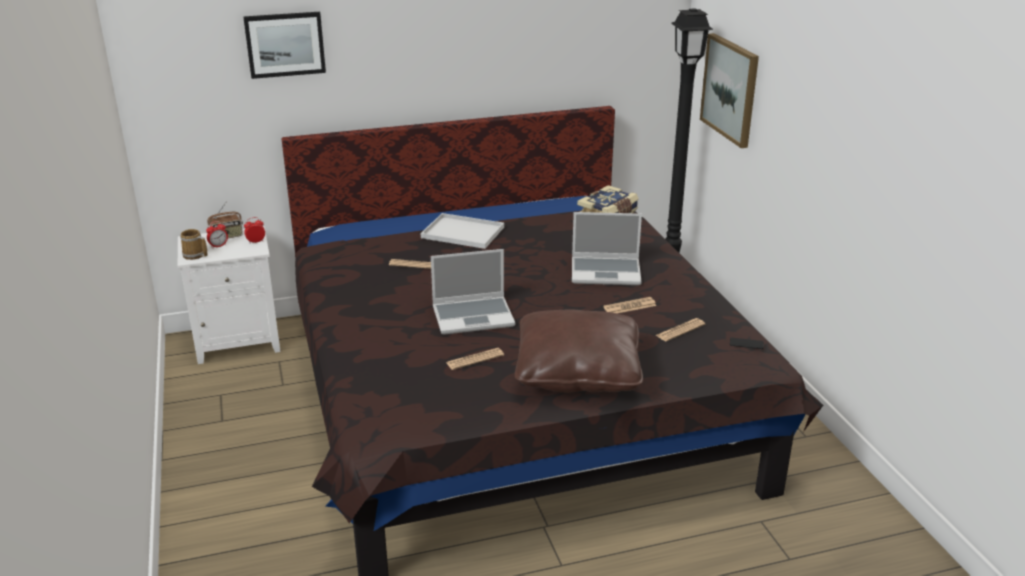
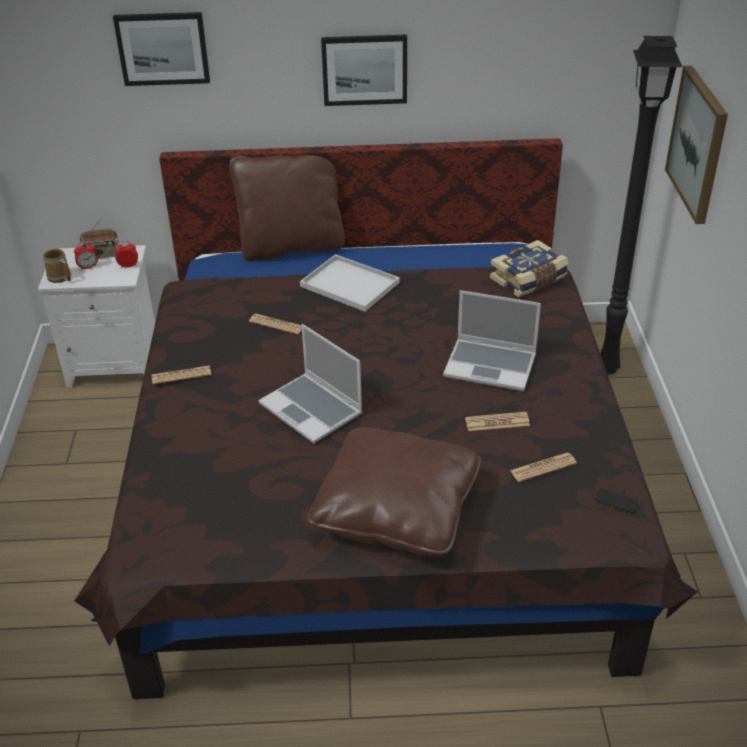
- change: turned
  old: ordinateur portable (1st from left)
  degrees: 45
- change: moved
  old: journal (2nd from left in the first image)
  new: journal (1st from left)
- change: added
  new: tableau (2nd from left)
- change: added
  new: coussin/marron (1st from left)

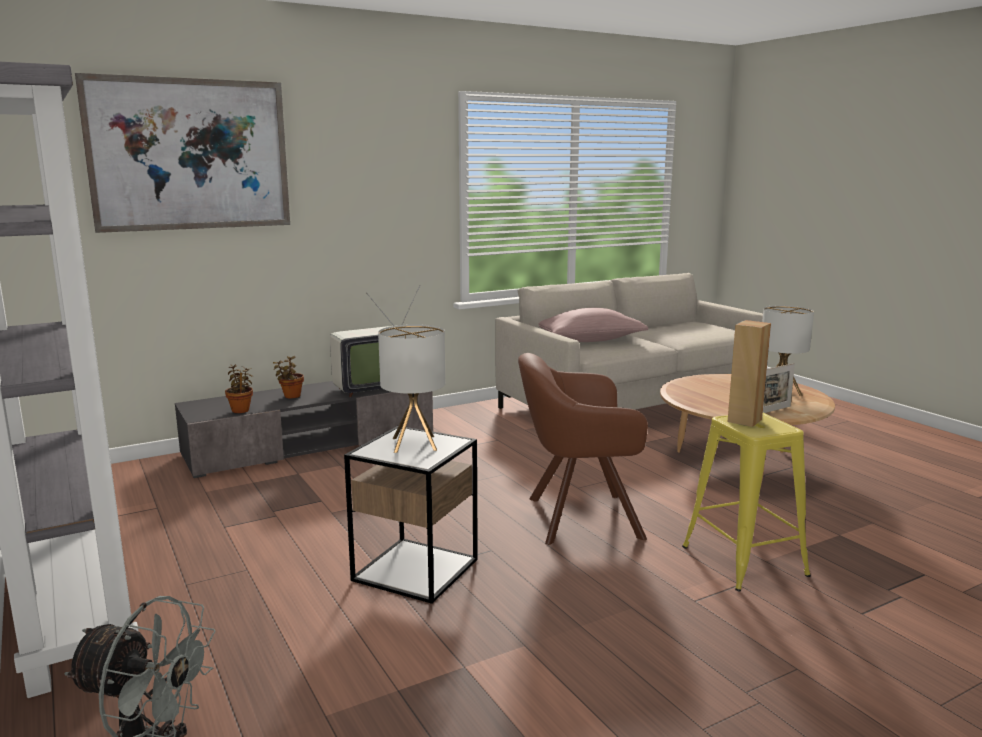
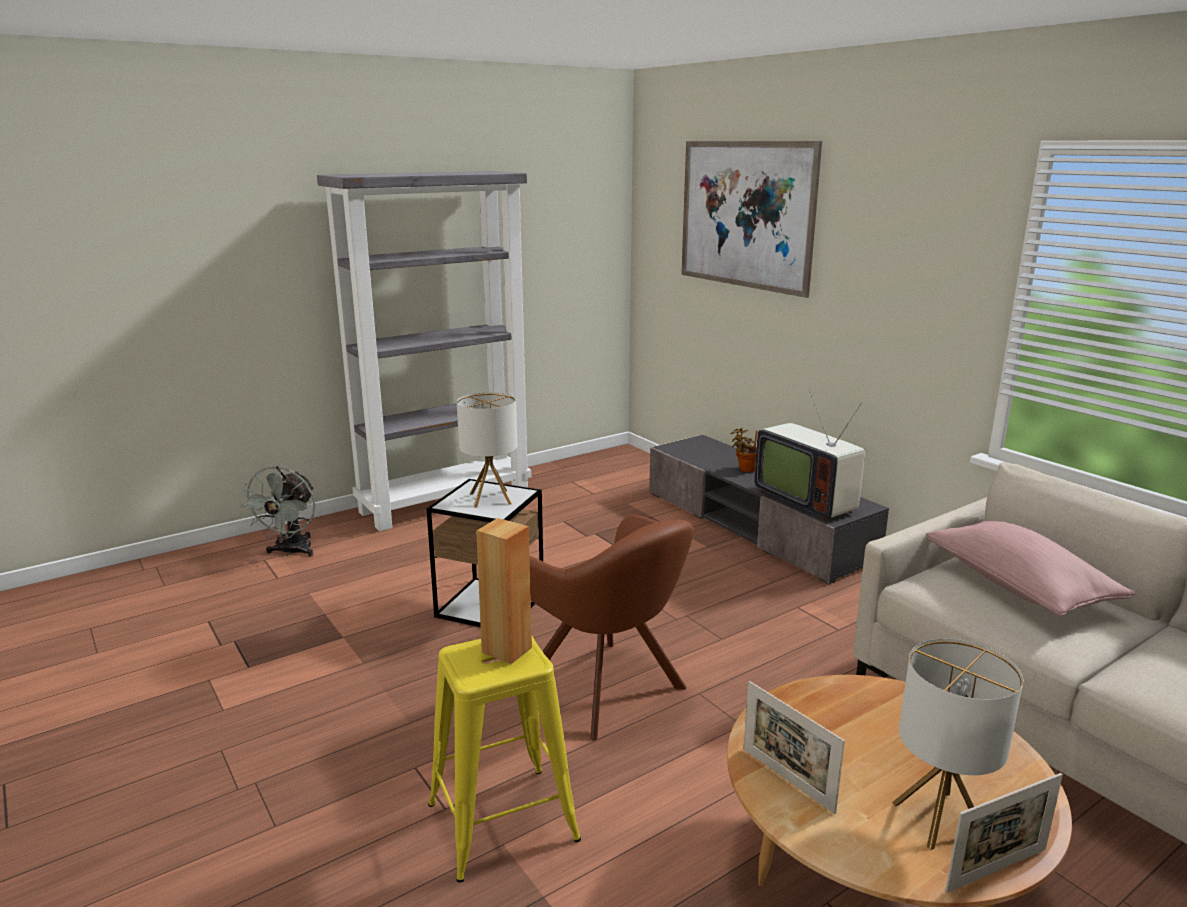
- change: turned
  old: fauteuil/marron
  degrees: 150
- change: removed
  old: plante en pot (1st from left)
- change: added
  new: cadre photo (2nd from left)

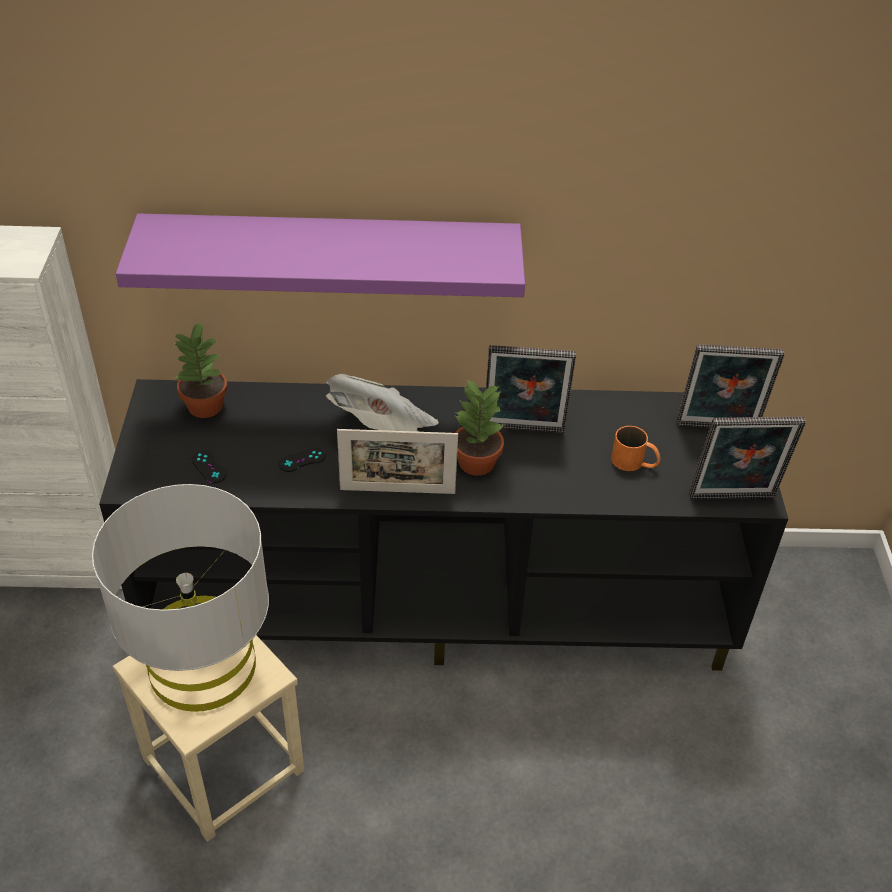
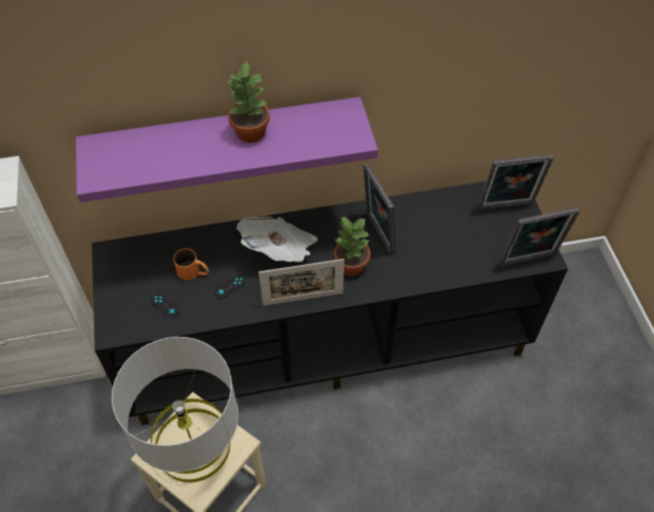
- change: moved
  old: plante en pot (1st from left)
- change: turned
  old: cadre photo (2nd from left)
  degrees: 75
- change: moved
  old: mug/orange

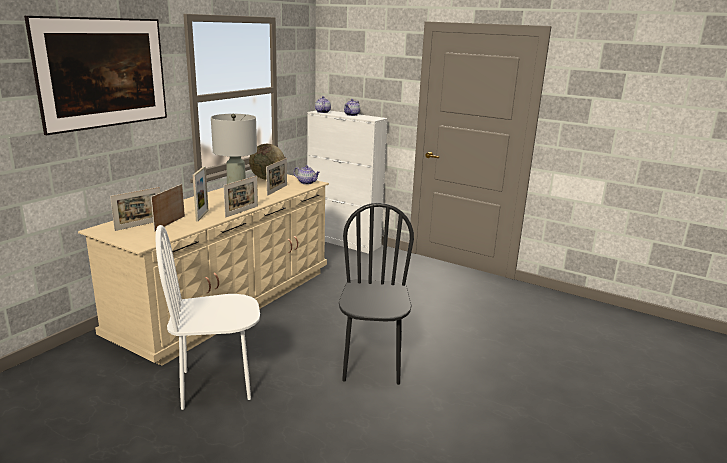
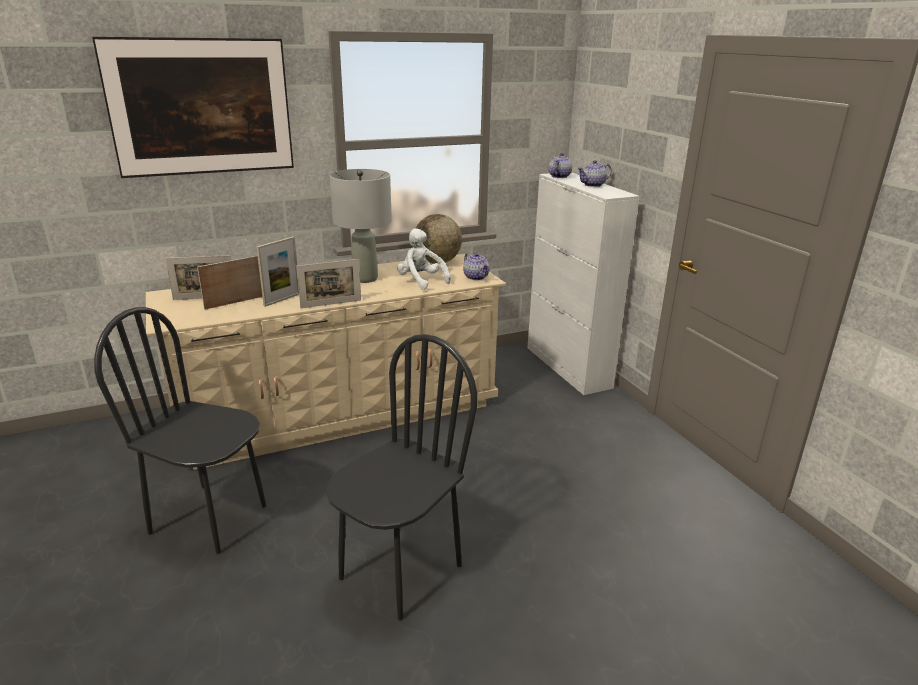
- change: replaced
  old: cadre photo (5th from left)
  new: peluche/blanc
- change: recoloured
  old: chaise/blanc
  new: chaise/noir (1st from left)

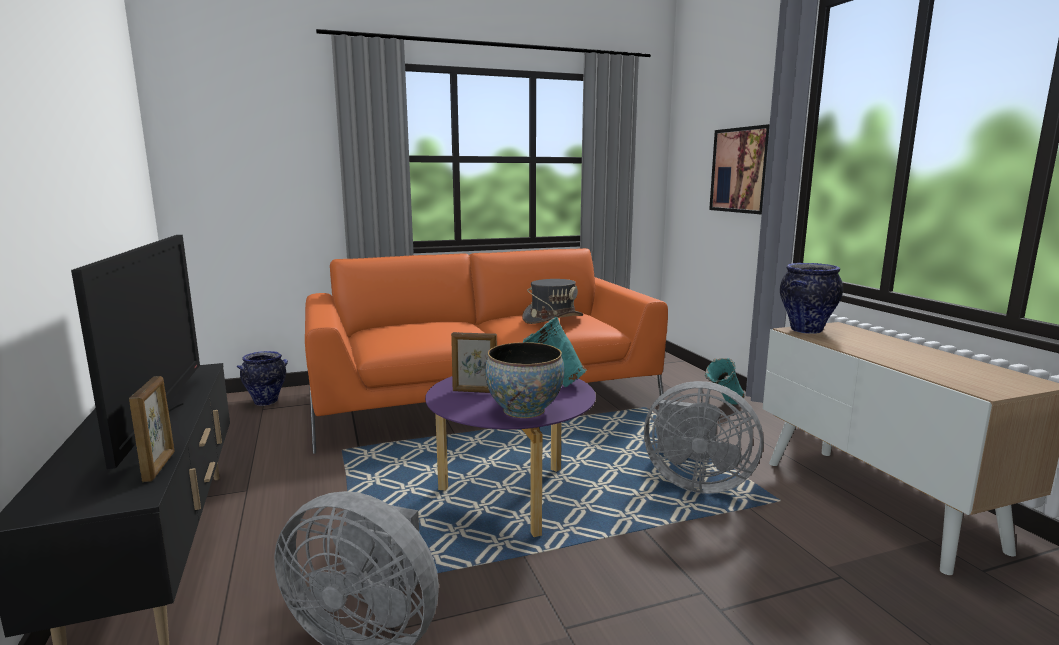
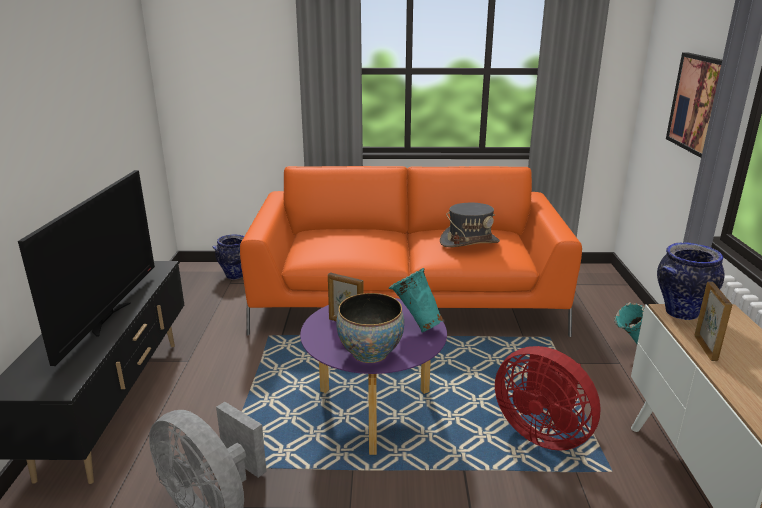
- change: moved
  old: cadre photo (1st from left in the first image)
  new: cadre photo (2nd from left)
- change: recoloured
  old: ventilateur/gris (2nd from left)
  new: ventilateur/rouge

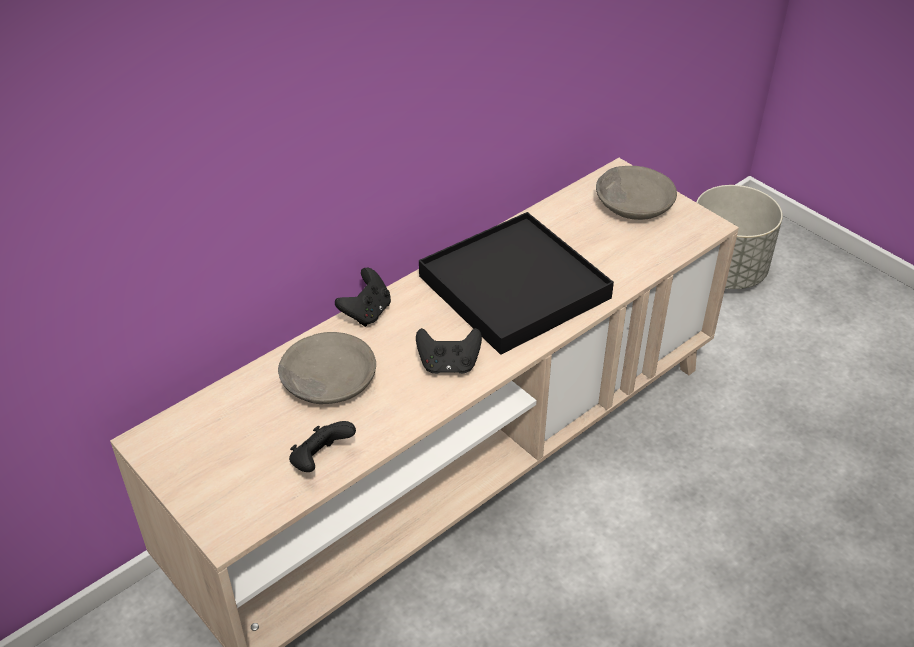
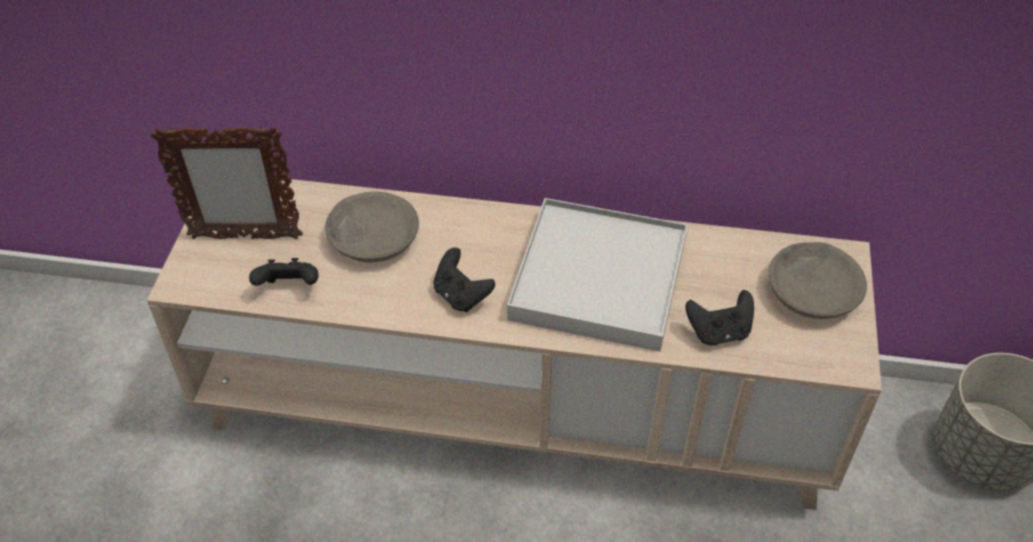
- change: recoloured
  old: plateau/noir
  new: plateau/blanc
- change: moved
  old: manette/noir (2nd from left in the first image)
  new: manette/noir (3rd from left)
- change: added
  new: cadre photo

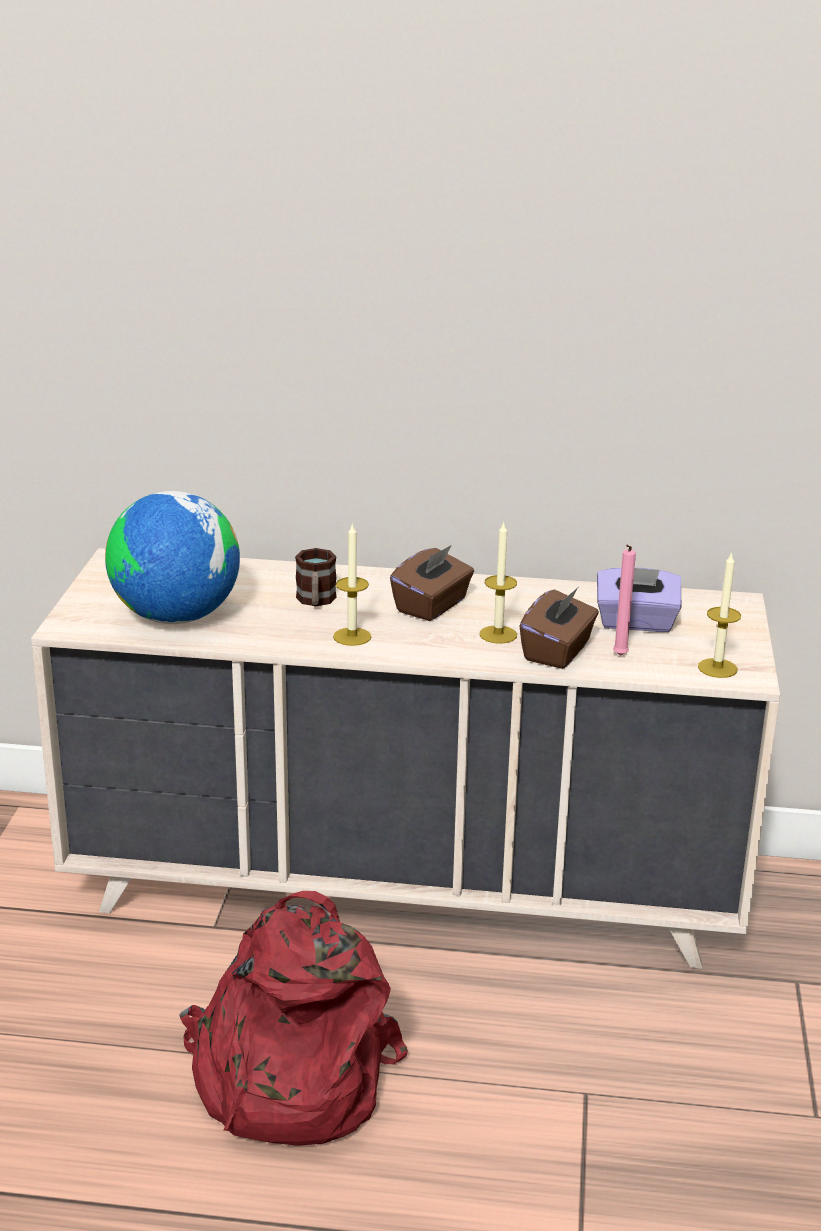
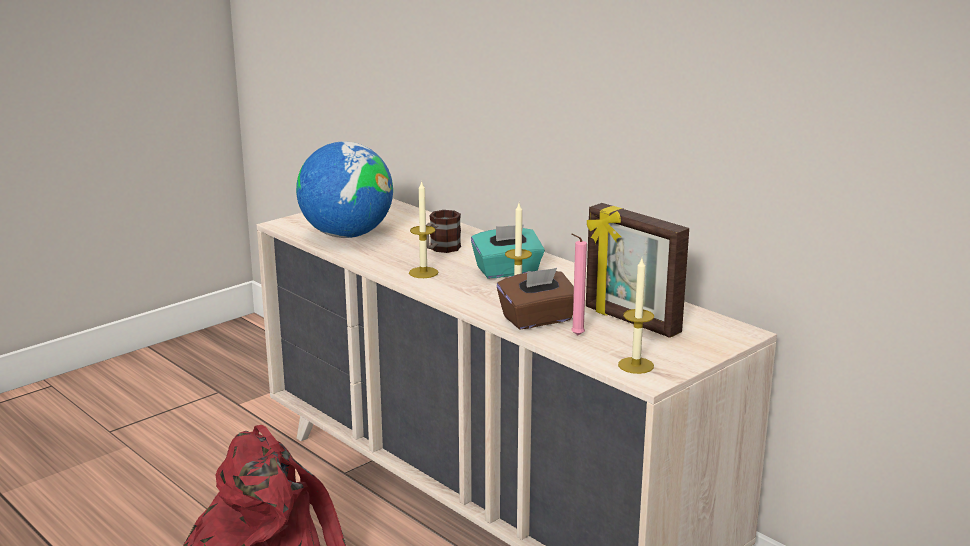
- change: recoloured
  old: boîte à mouchoirs/marron (1st from left)
  new: boîte à mouchoirs/turquoise
- change: replaced
  old: boîte à mouchoirs/violet
  new: cadre photo

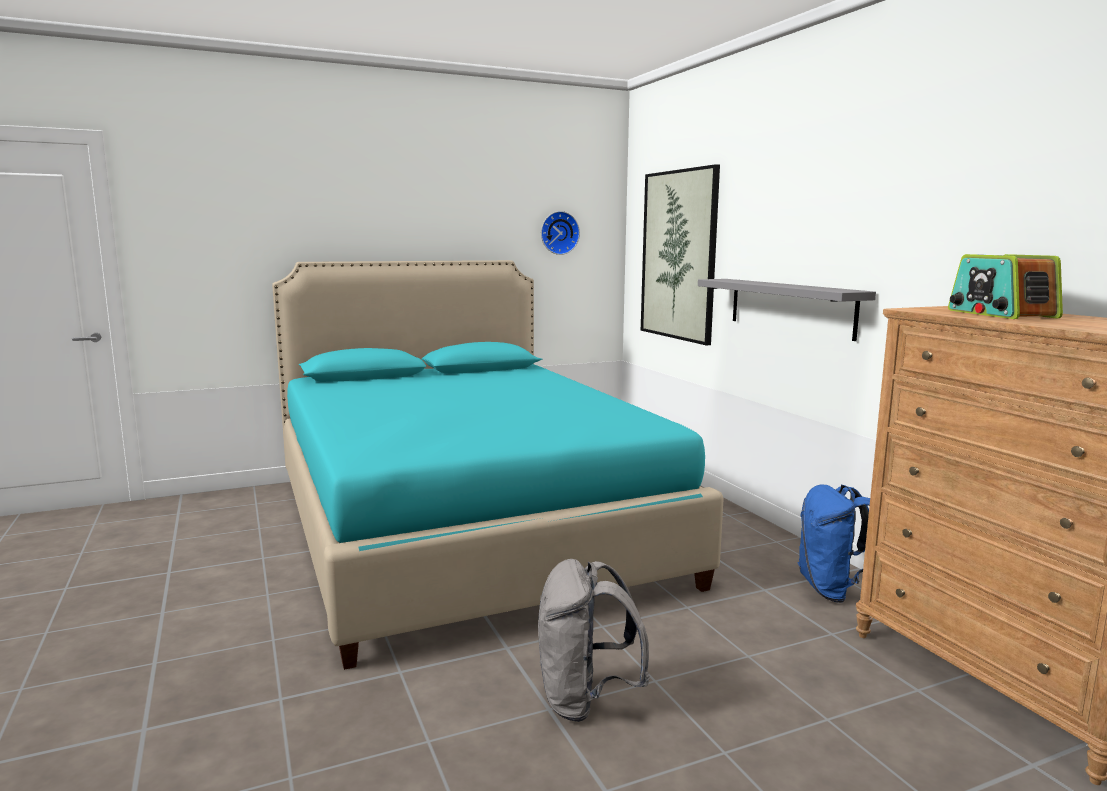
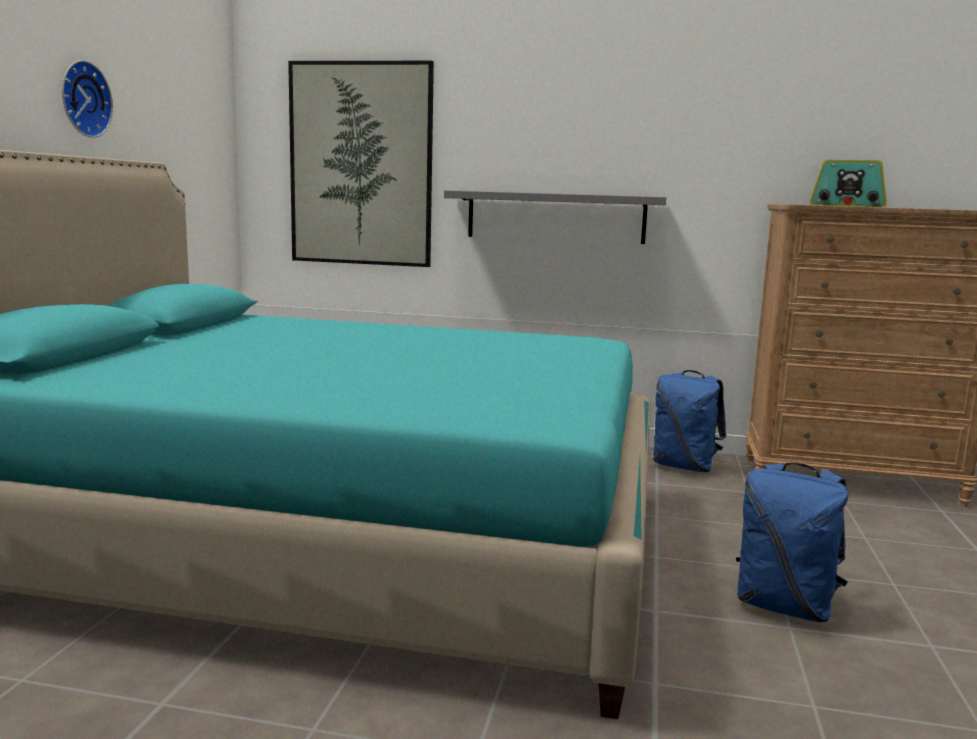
- change: moved
  old: horloge murale
- change: recoloured
  old: sac à dos/gris
  new: sac à dos/bleu (2nd from left)

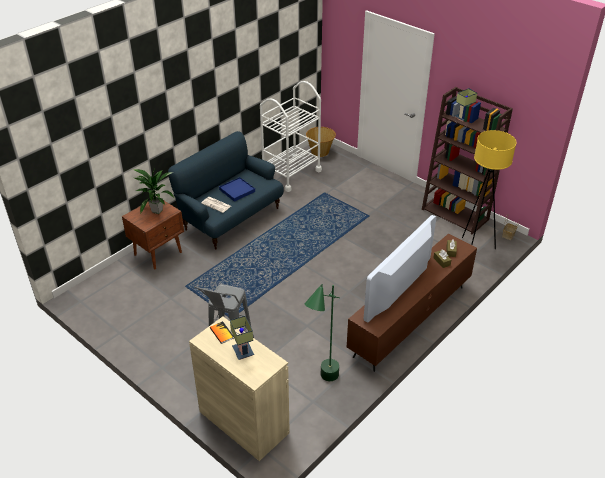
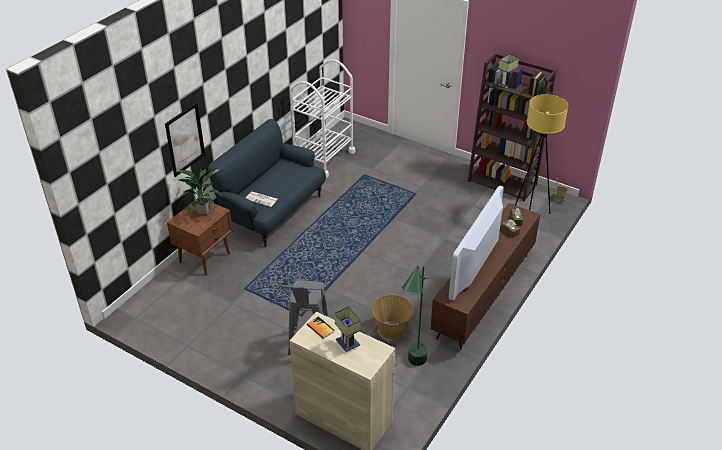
- change: moved
  old: panier (1st from left)
- change: removed
  old: plateau/bleu
- change: added
  new: tableau

